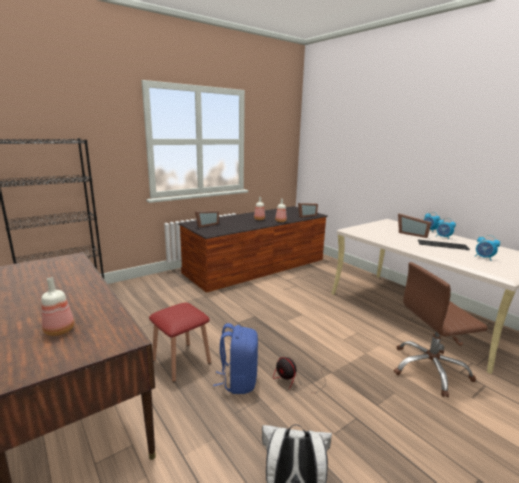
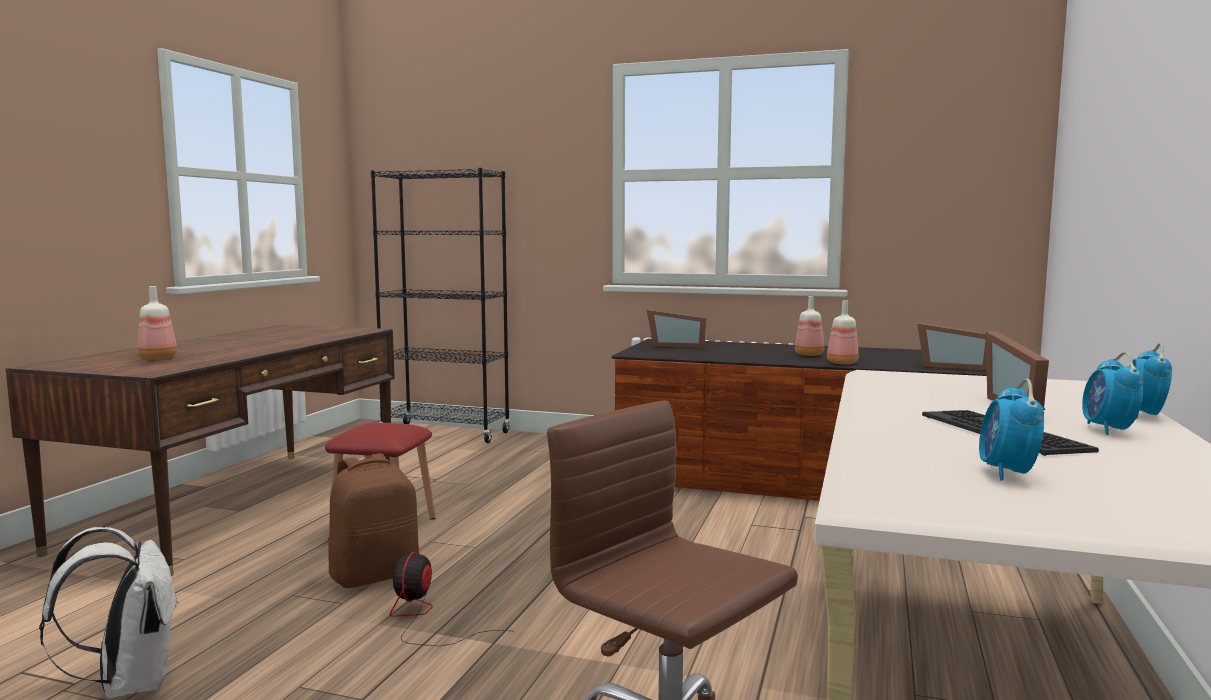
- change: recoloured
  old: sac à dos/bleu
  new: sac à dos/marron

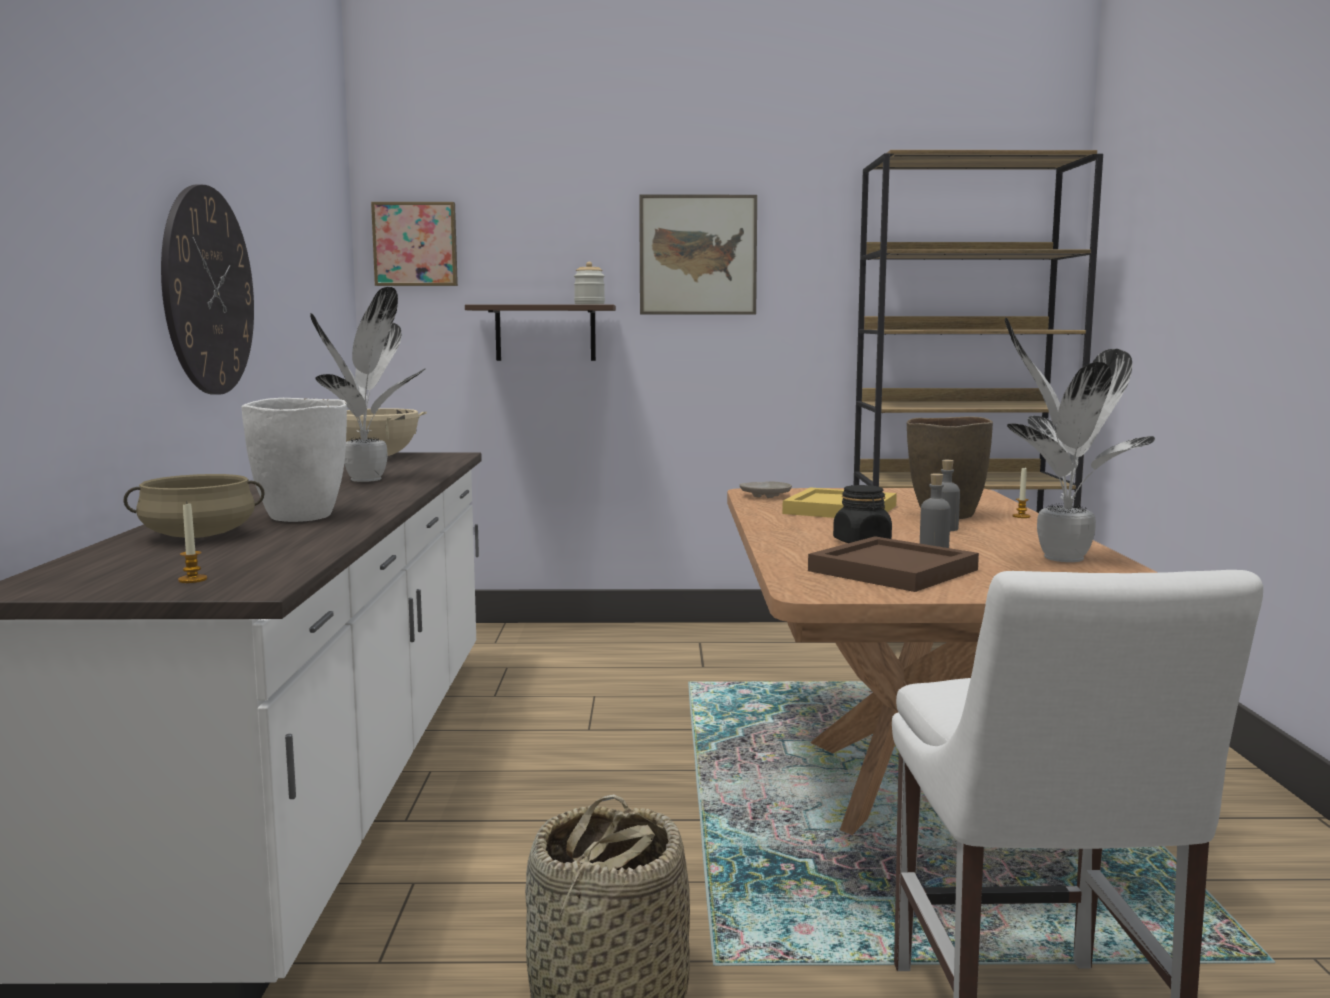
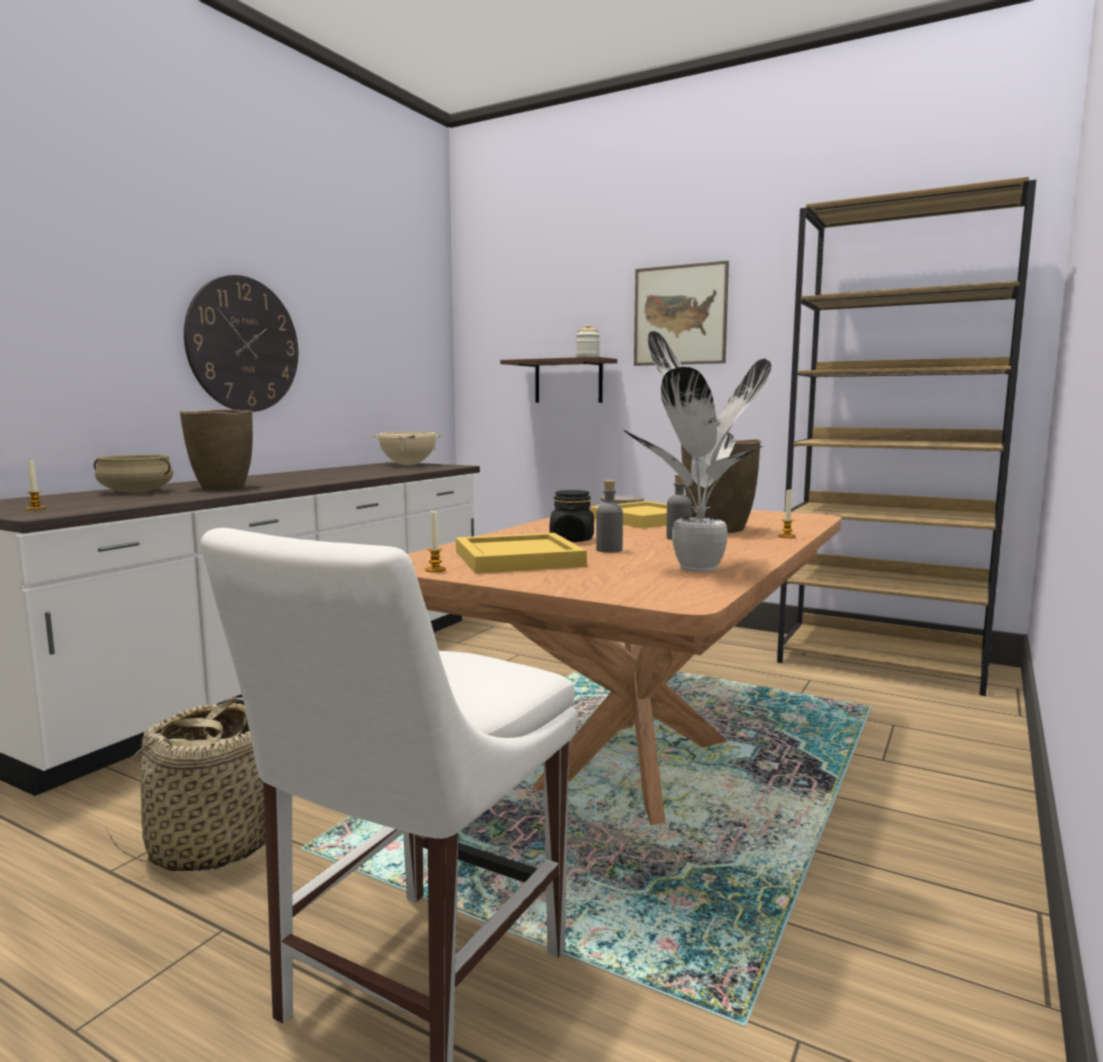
- change: removed
  old: tableau (1st from left)
- change: removed
  old: plante en pot (1st from left)
- change: recoloured
  old: vase/blanc
  new: vase/marron (1st from left)
- change: recoloured
  old: plateau/marron
  new: plateau/jaune (1st from left)
- change: added
  new: bougie (2nd from left)

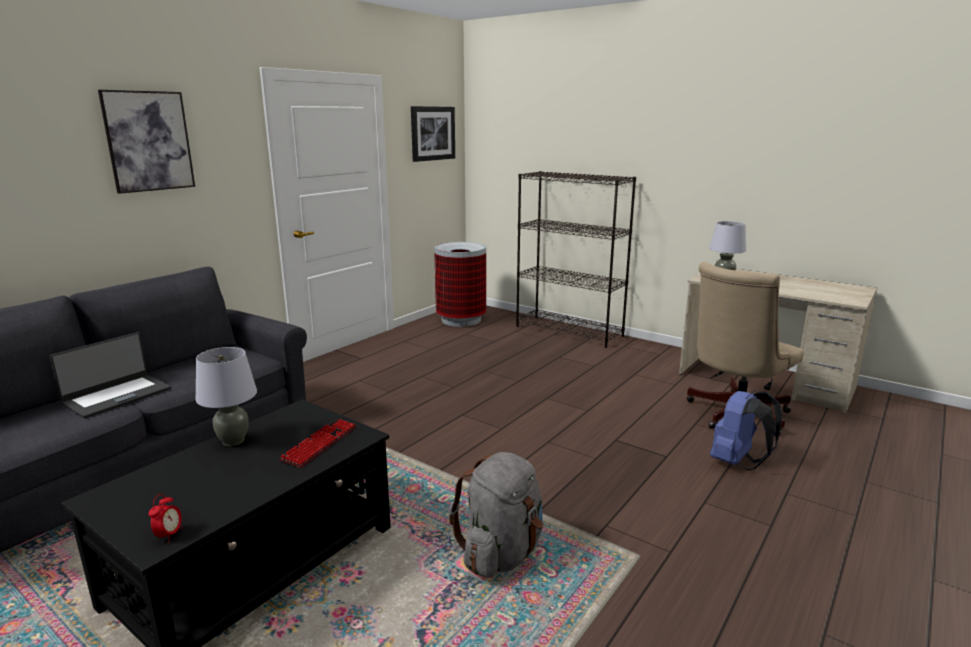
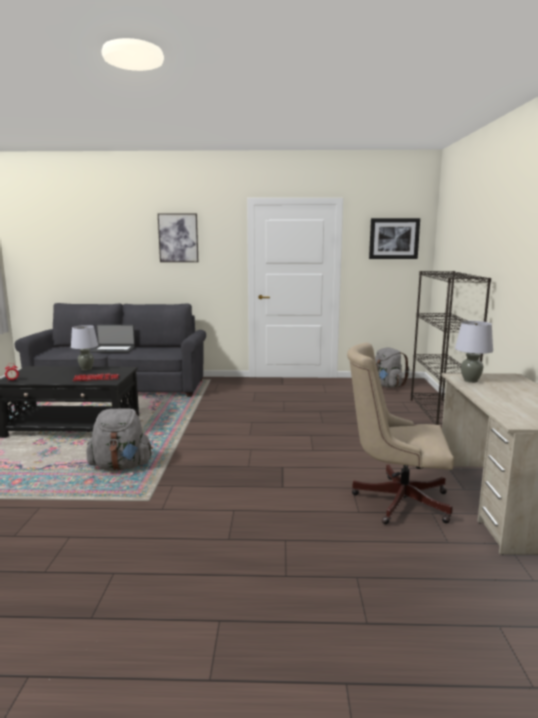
- change: replaced
  old: poubelle
  new: sac à dos/gris (2nd from left)
- change: removed
  old: sac à dos/bleu

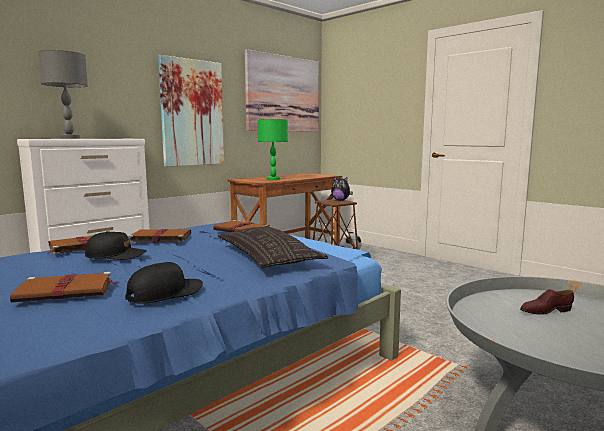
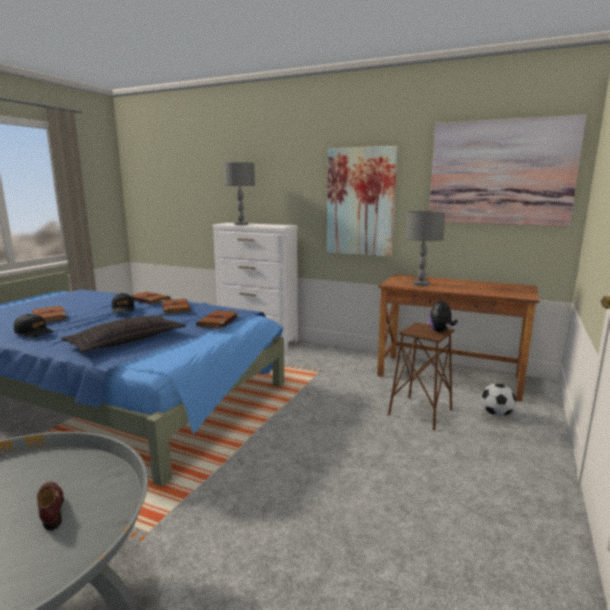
- change: recoloured
  old: lampe de table/vert
  new: lampe de table/gris (2nd from left)

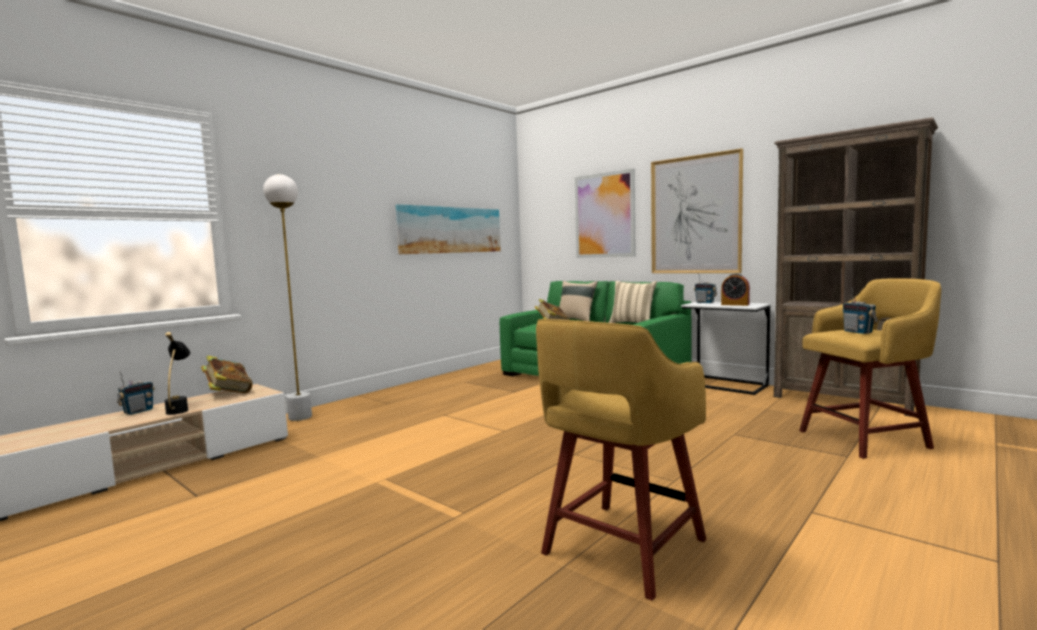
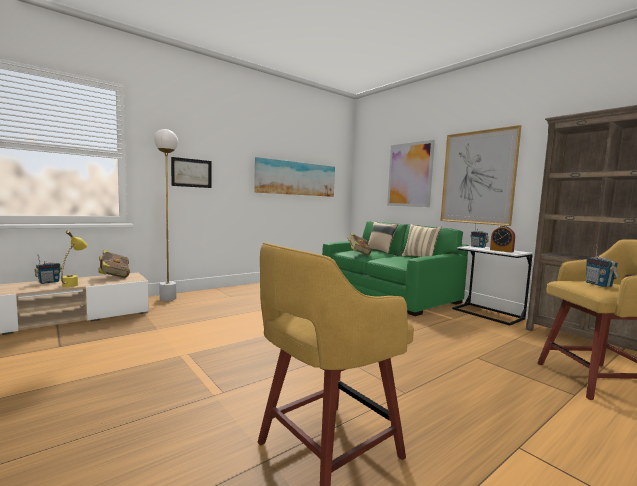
- change: recoloured
  old: lampe de table/noir
  new: lampe de table/jaune
- change: added
  new: tableau (1st from left)

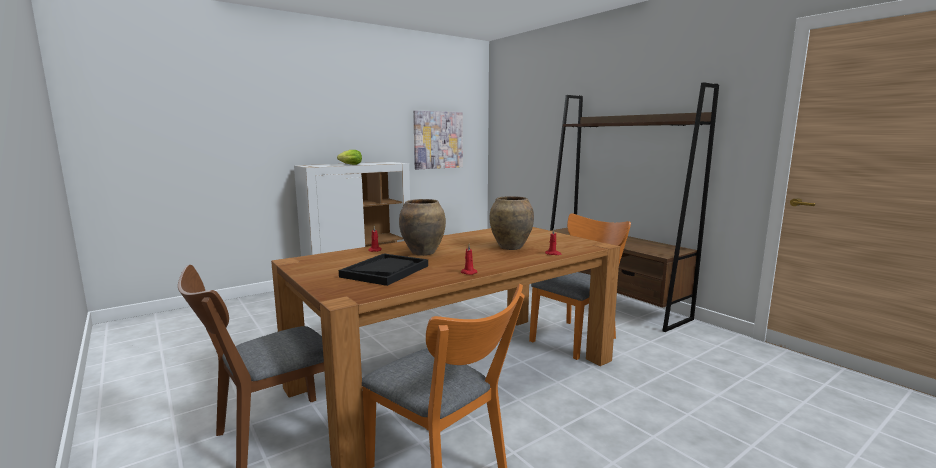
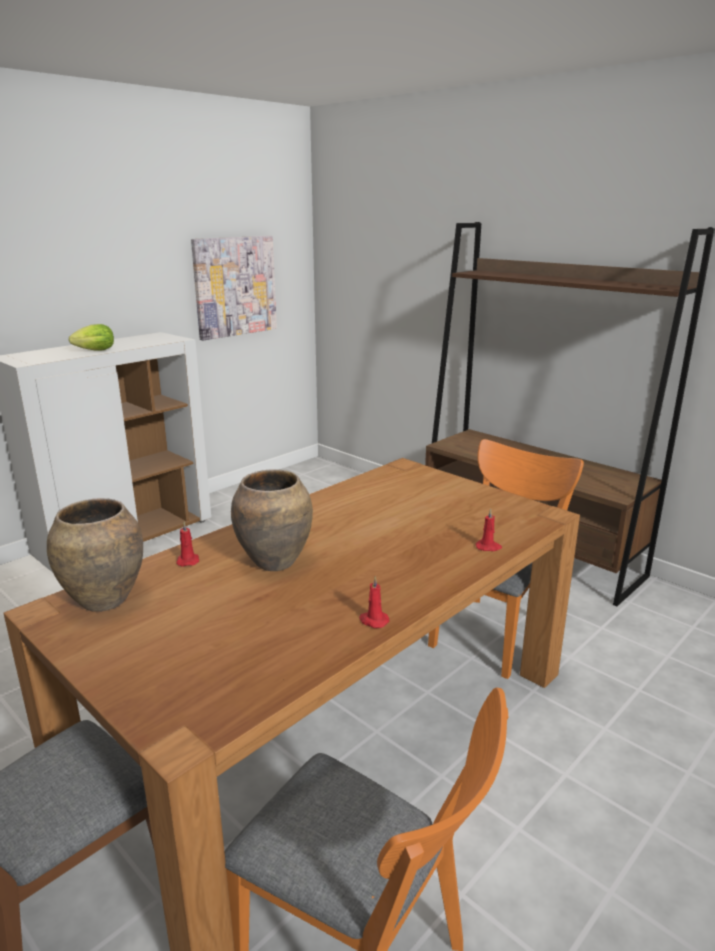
- change: moved
  old: vase/marron (2nd from left in the first image)
  new: vase/marron (1st from left)
- change: removed
  old: plateau/noir

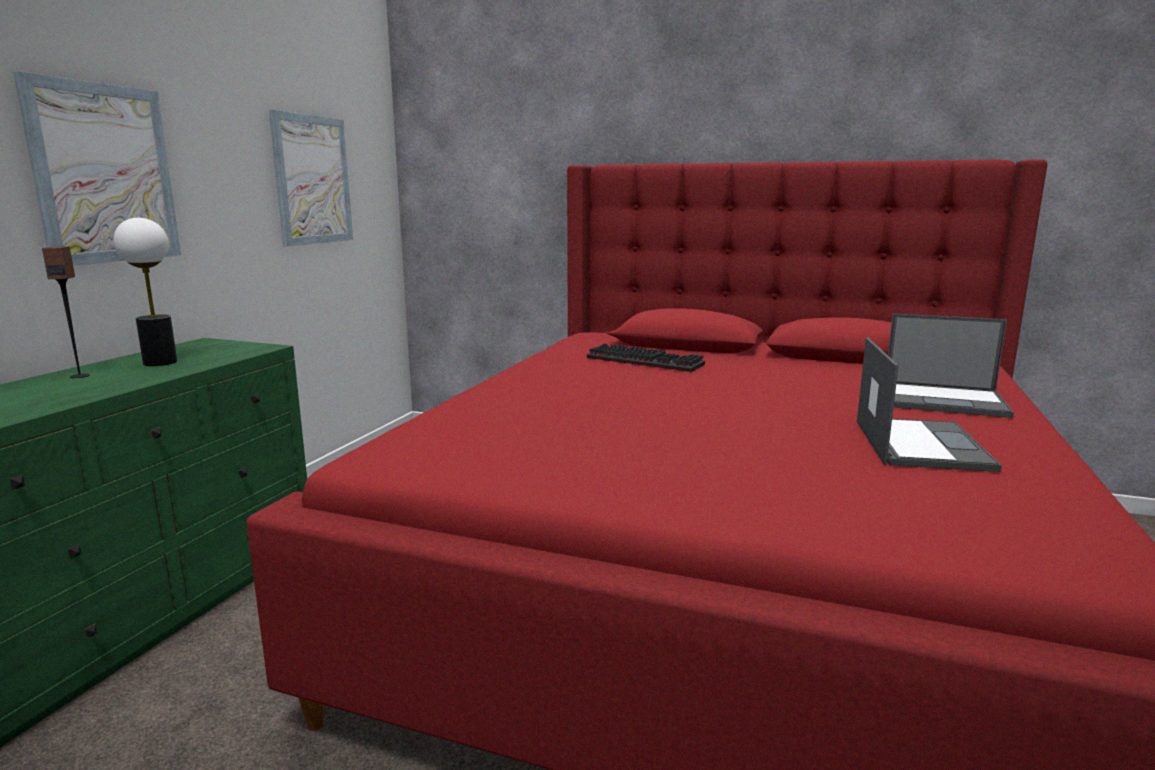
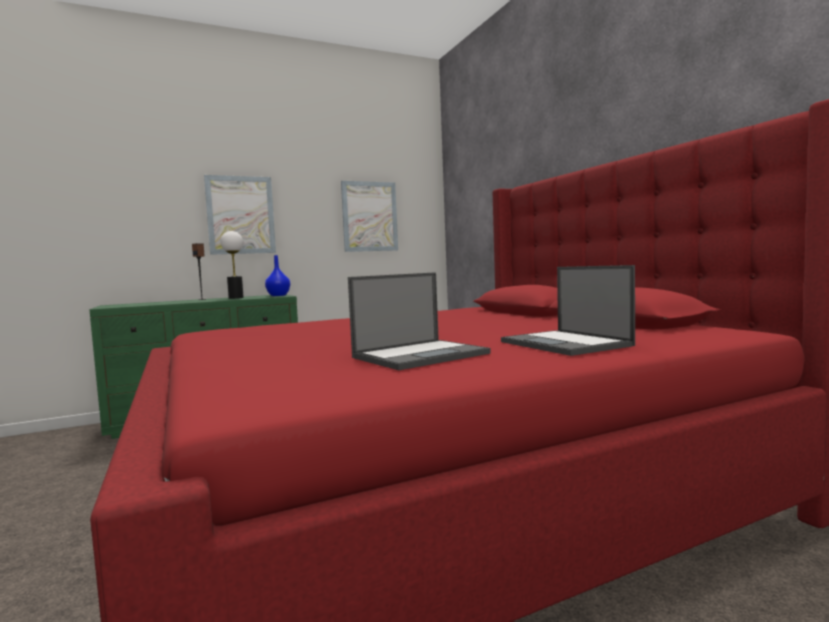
- change: removed
  old: clavier
- change: added
  new: vase/bleu

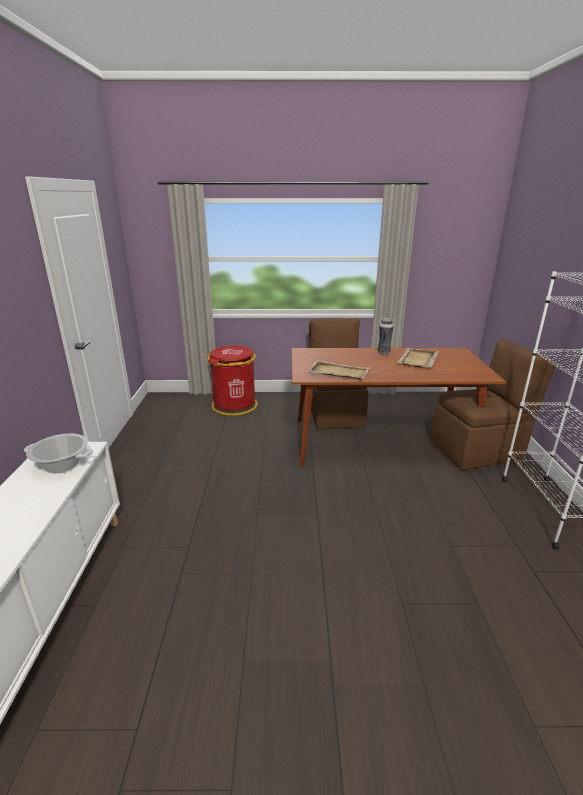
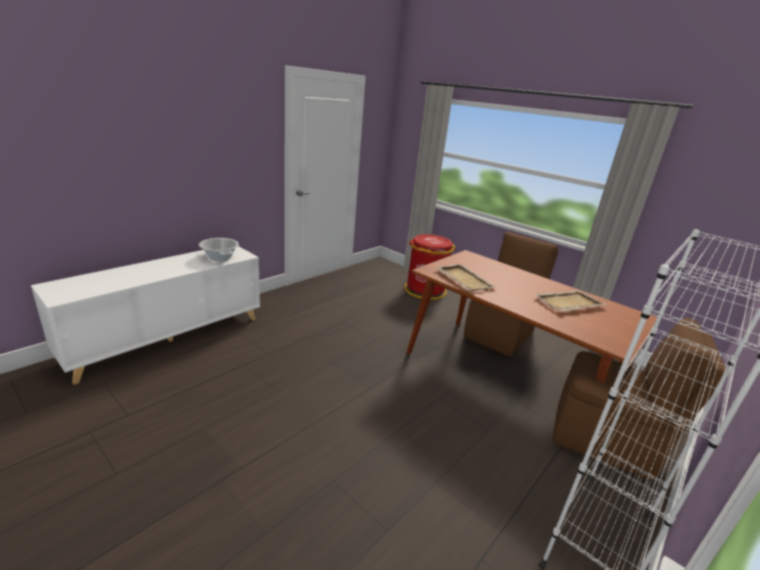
- change: removed
  old: vase

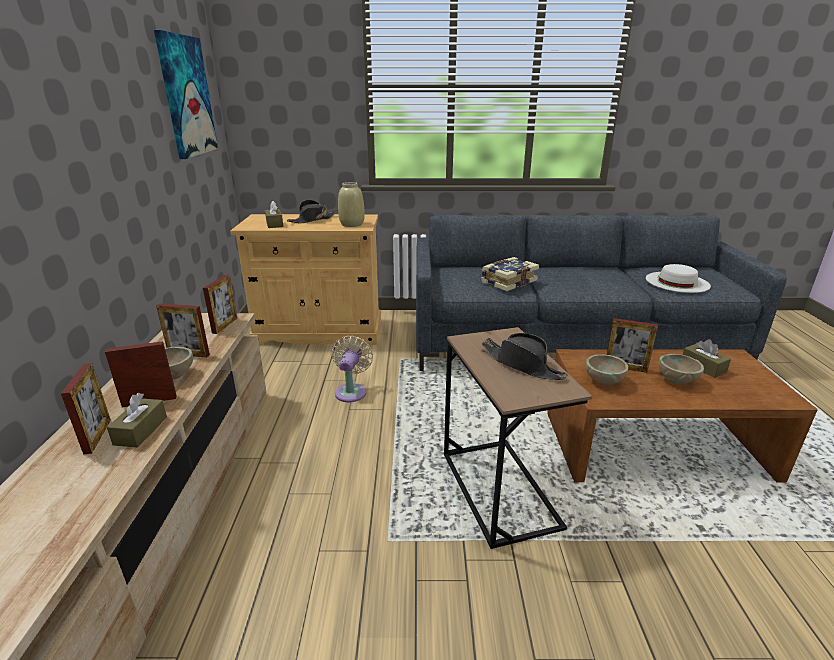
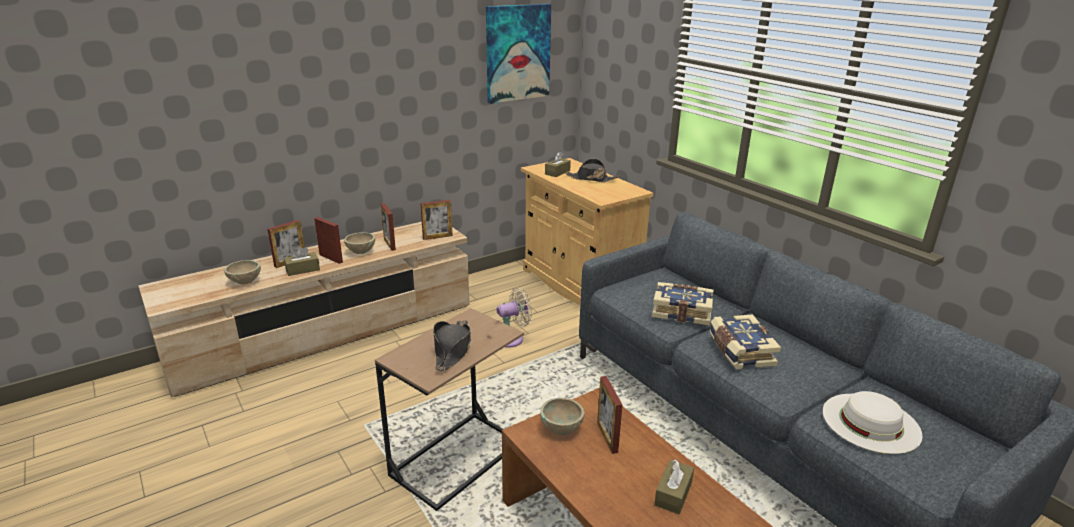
- change: removed
  old: vase/beige
- change: moved
  old: bol/beige (3rd from left in the first image)
  new: bol/beige (1st from left)
- change: added
  new: livre (2nd from left)

